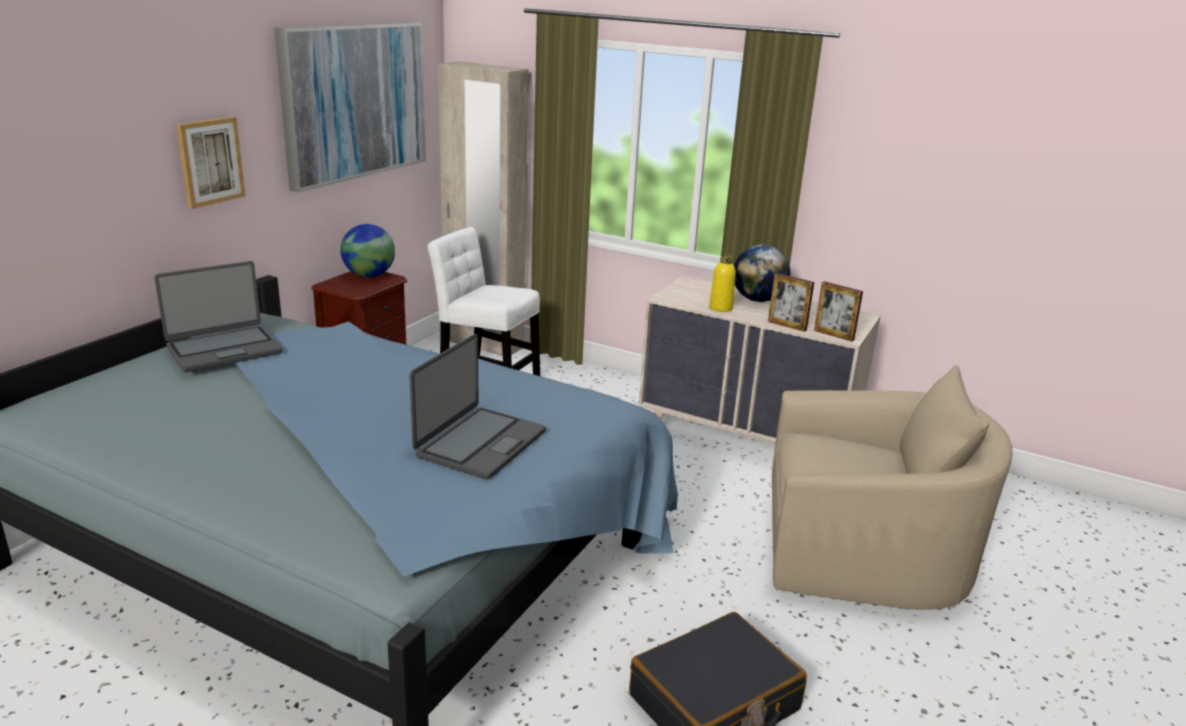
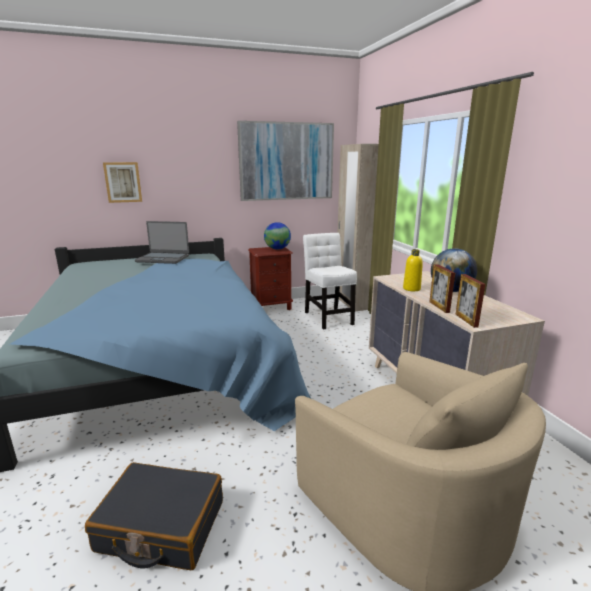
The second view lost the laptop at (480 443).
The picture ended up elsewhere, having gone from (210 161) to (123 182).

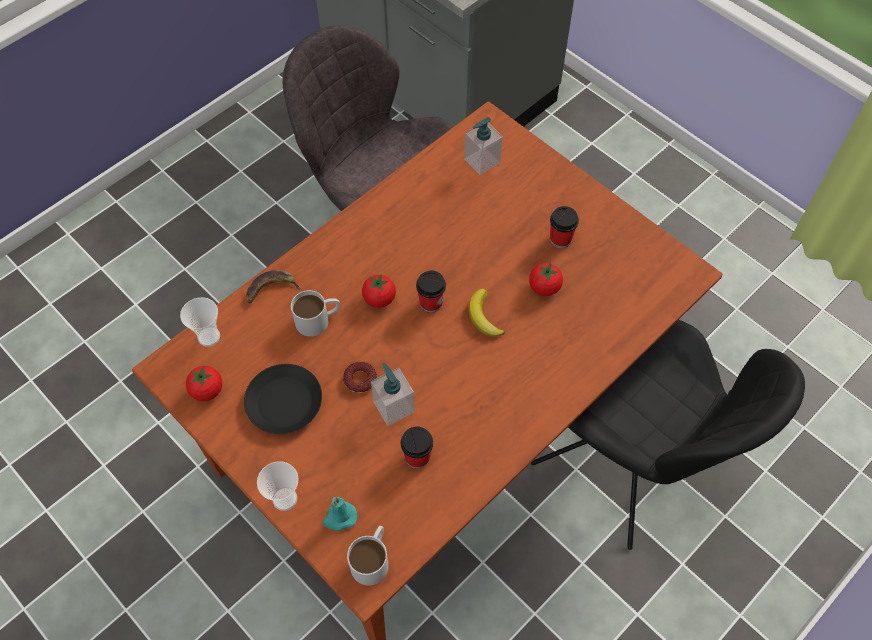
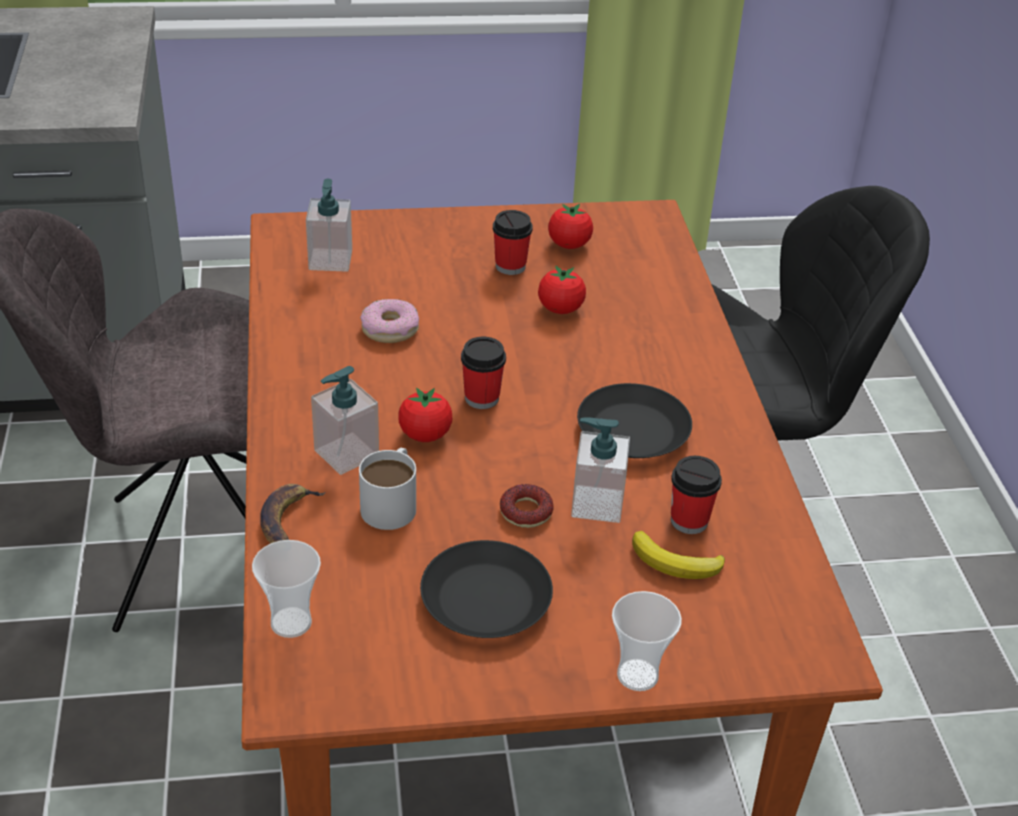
The second view lost the candle (turquoise) at (339 517).
The second view lost the mug (white) at (372 558).
The second view gained the soap dispenser at (346 453).
The second view gained the donut at (390 329).
The second view gained the plate (black) at (634 431).
The tomato ended up elsewhere, having gone from (207 390) to (569 245).
The banana ended up elsewhere, having gone from (483 316) to (676 563).

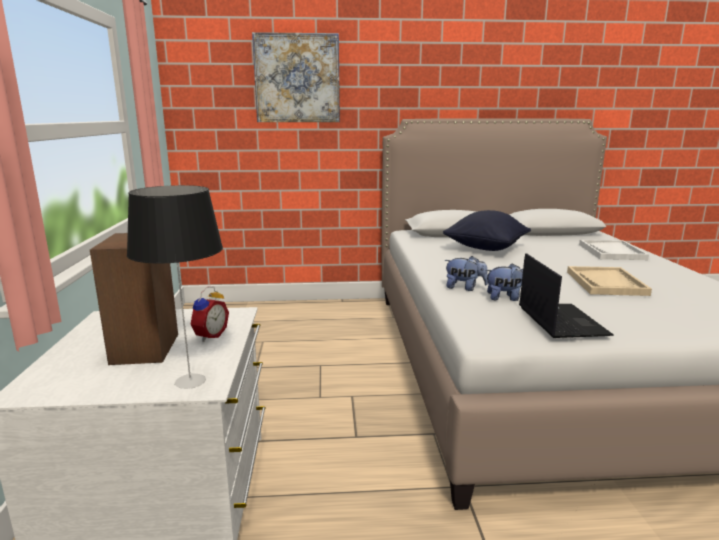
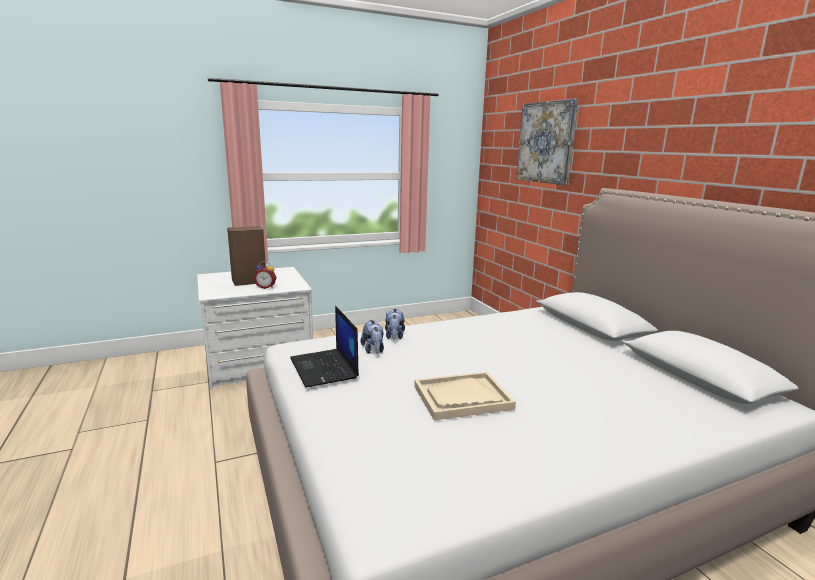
The second view lost the table lamp at (189 381).
The second view lost the pillow (black) at (485 249).
The second view lost the tray (white) at (611 252).
The laptop at (560 320) ended up facing another way, 90 degrees clockwise from before.

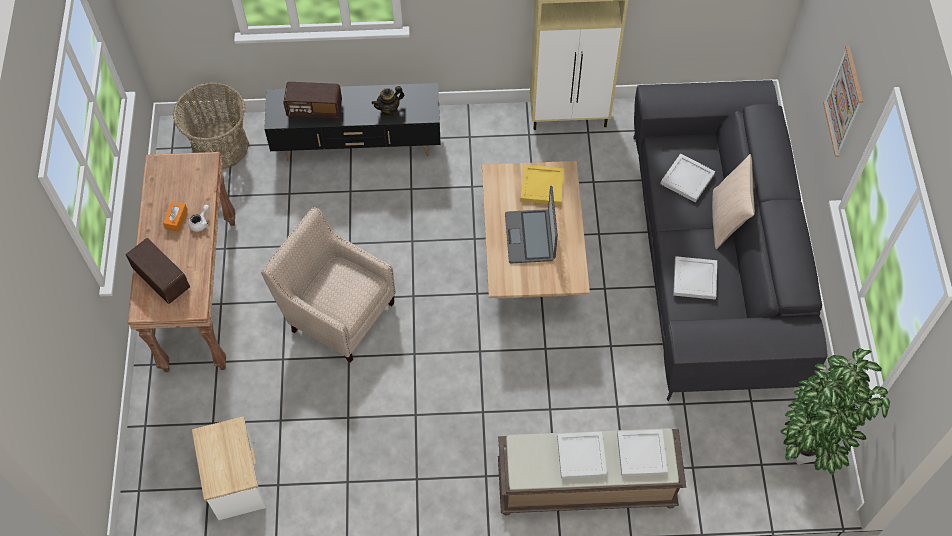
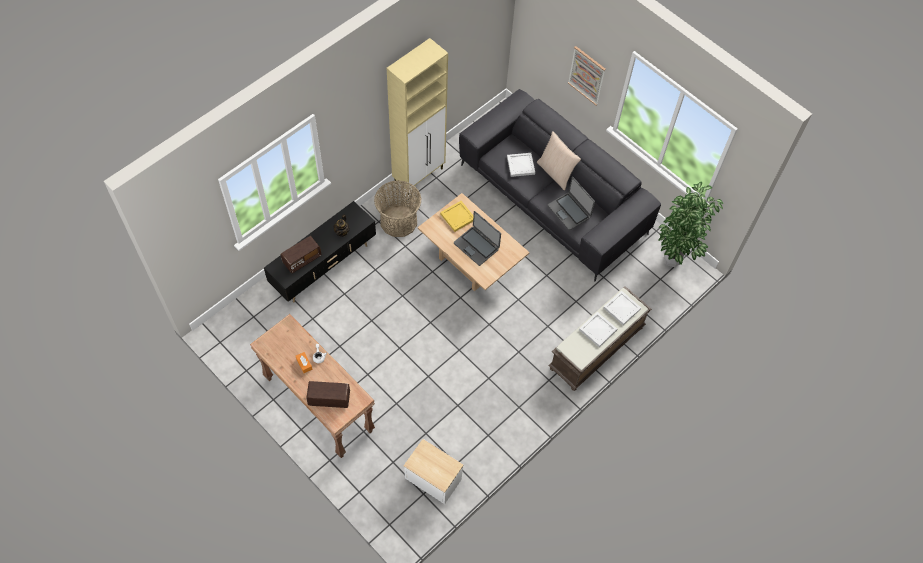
The second view lost the armchair (beige) at (338 311).
The basket ended up elsewhere, having gone from (220 146) to (398 221).
Where the tray (white) stood at (695 279), the laptop came to stand at (569 211).

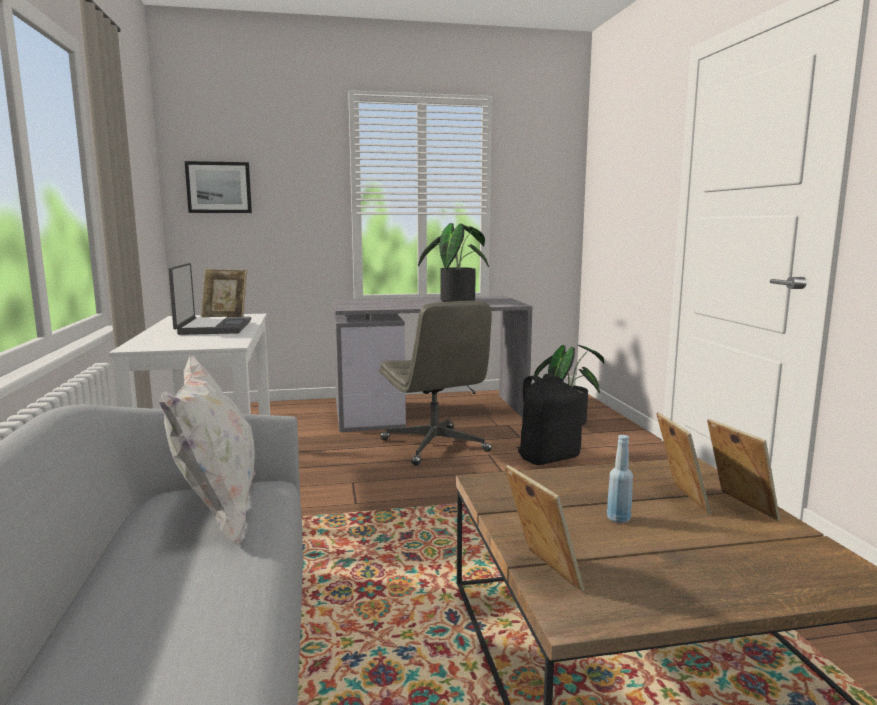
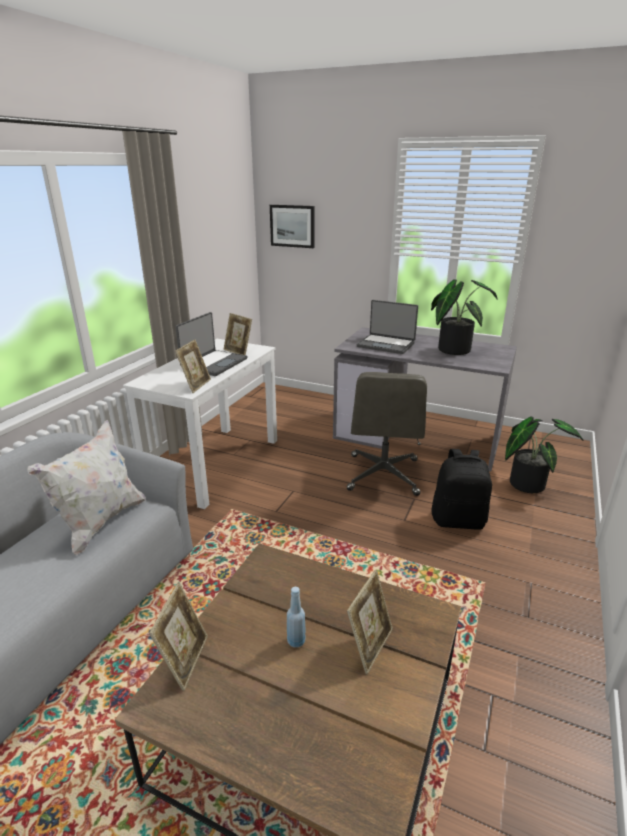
The second view gained the laptop at (386 345).
The picture frame ended up elsewhere, having gone from (738 507) to (196 385).

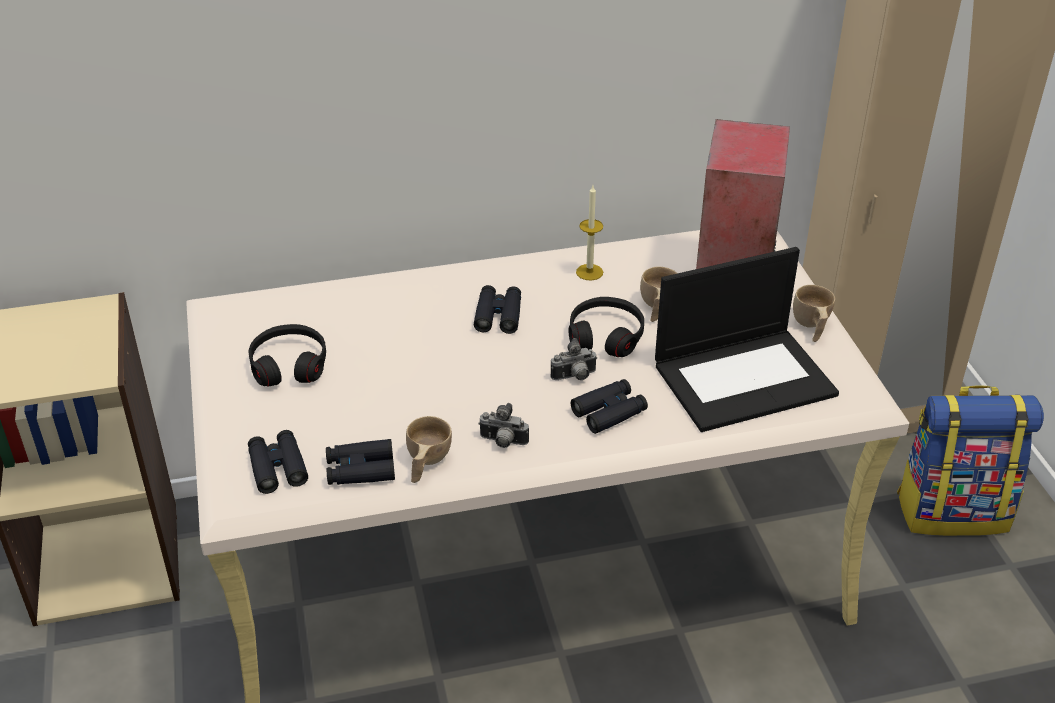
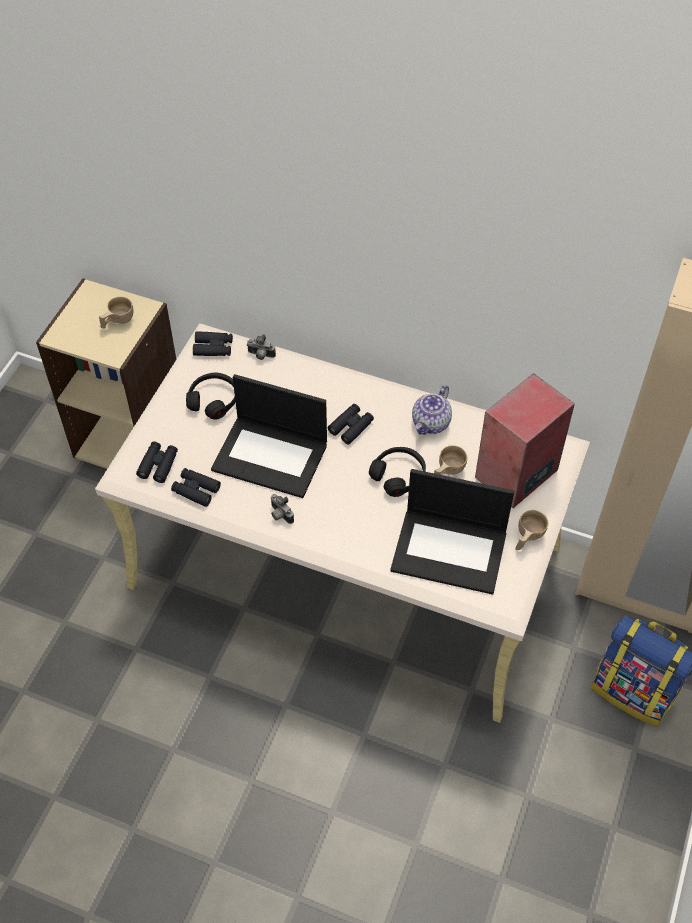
The second view gained the laptop at (271 456).
The cup (beige) ended up elsewhere, having gone from (425 463) to (117 321).
The photo camera ended up elsewhere, having gone from (574 377) to (260 356).
The binoculars (black) ended up elsewhere, having gone from (609 412) to (213 347).
Where the candle stood at (589 272), the teapot came to stand at (431 423).

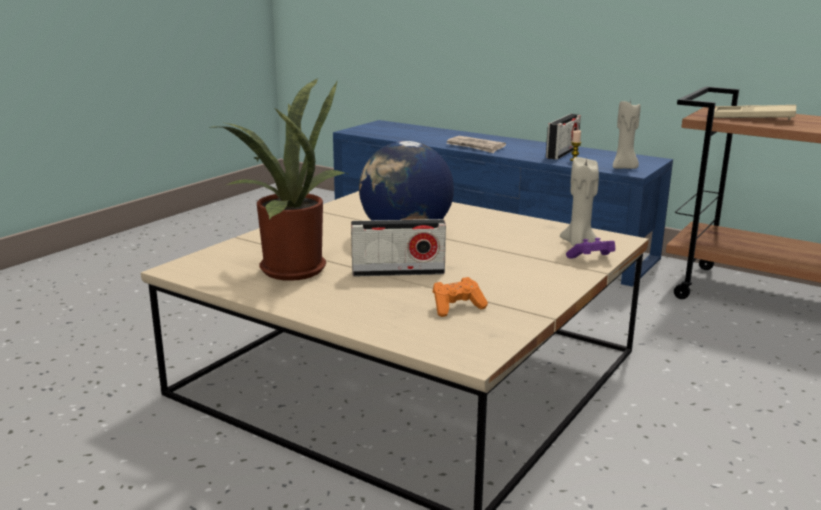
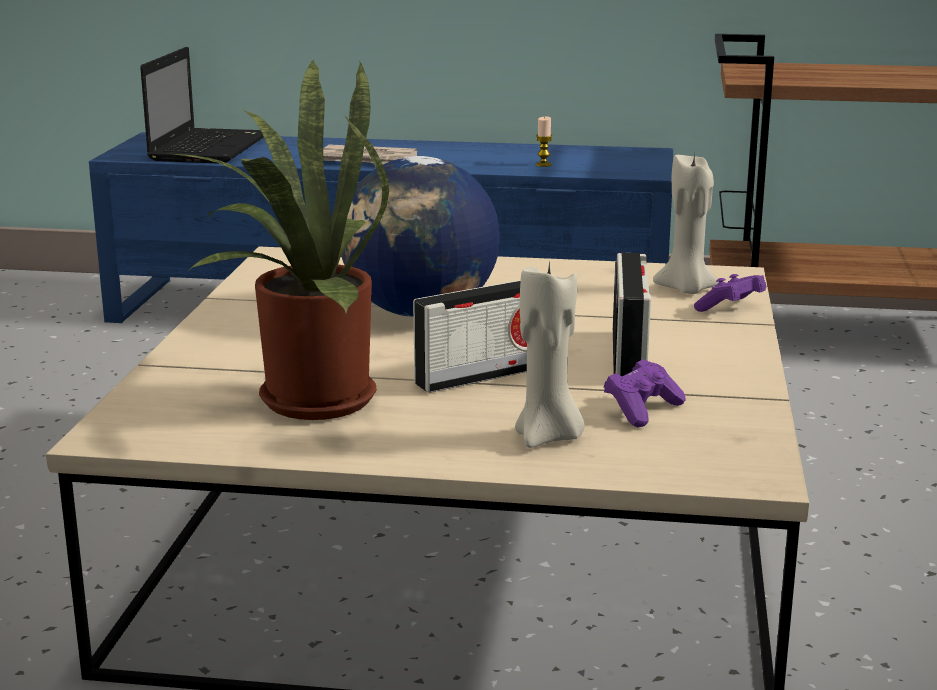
The second view lost the tray (beige) at (753 118).
The second view gained the laptop at (209 148).
The radio ended up elsewhere, having gone from (562 153) to (629 355).
The candle (beige) ended up elsewhere, having gone from (624 168) to (547 438).
What was the game controller (orange) at (457 307) turned into the game controller (purple) at (642 410).

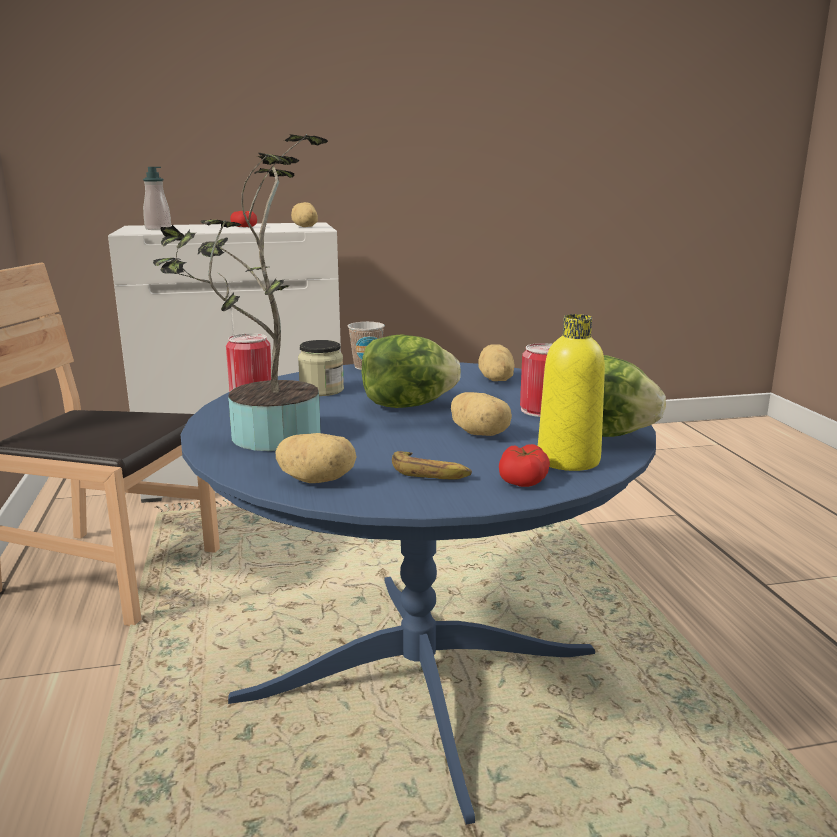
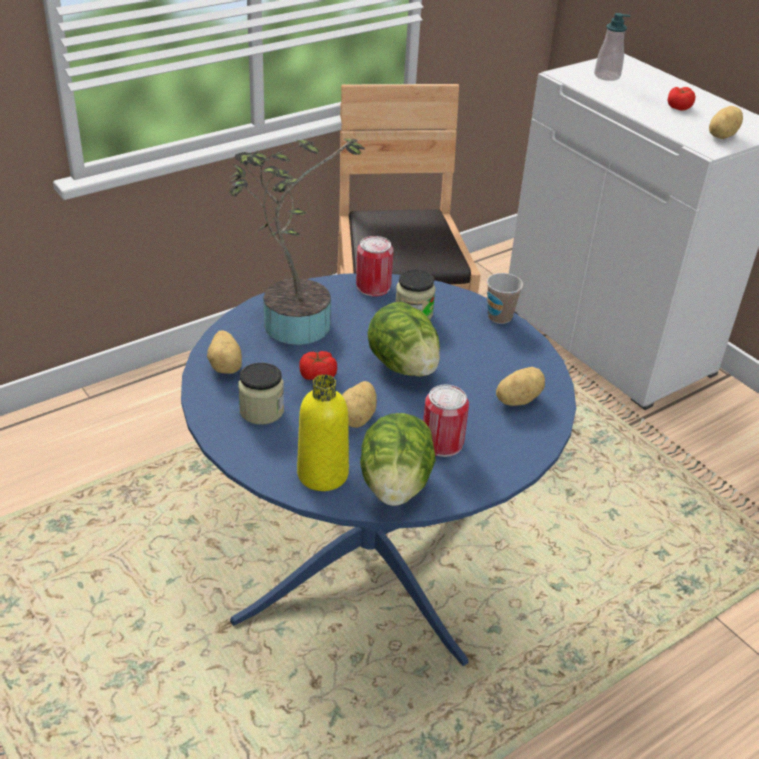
The tomato ended up elsewhere, having gone from (523 480) to (318 375).
Where the banana stood at (430 473), the jar came to stand at (261 411).

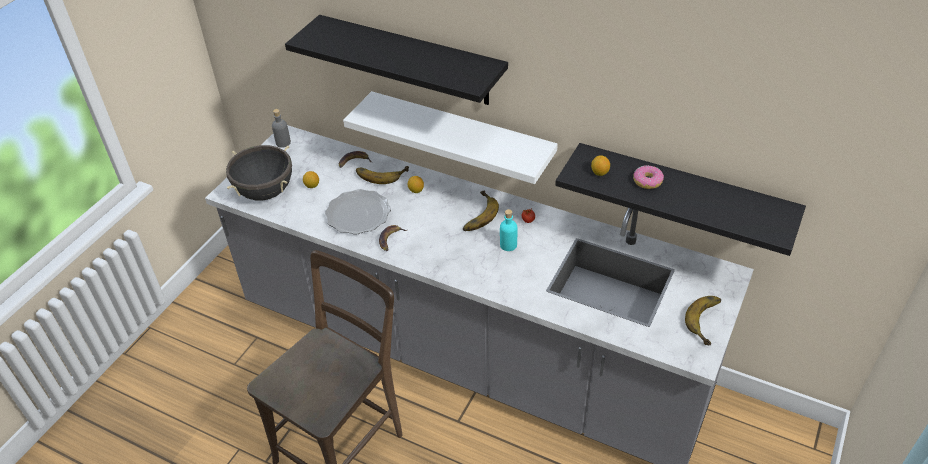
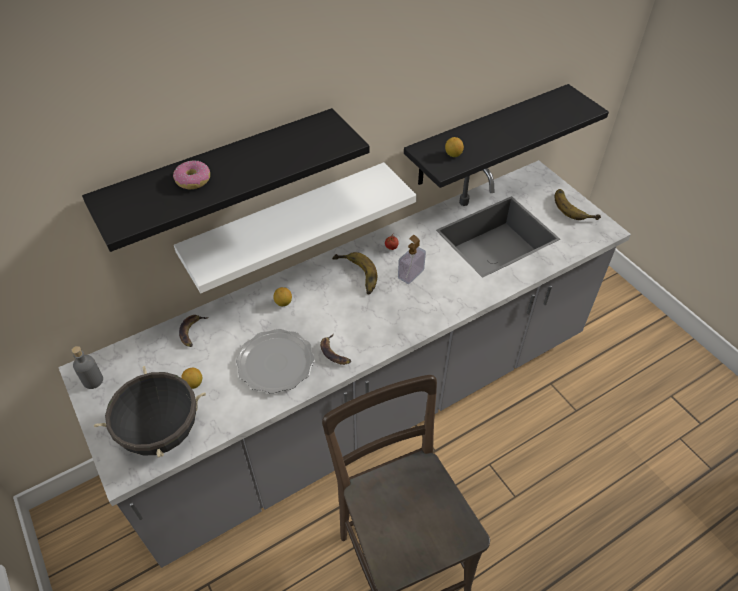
The second view lost the banana at (381 173).
The donut ended up elsewhere, having gone from (647 181) to (193 180).
Where the bottle (turquoise) stood at (508 245), the soap dispenser came to stand at (411 274).

